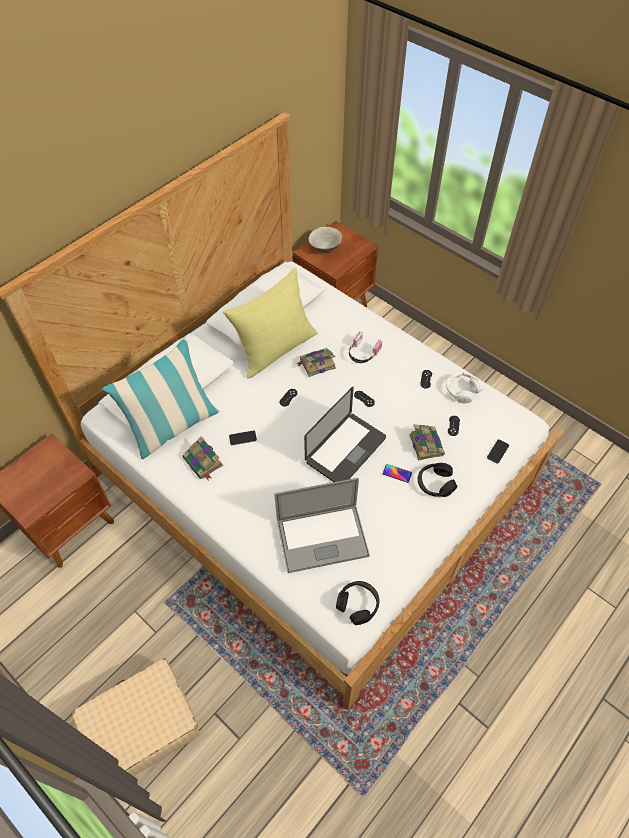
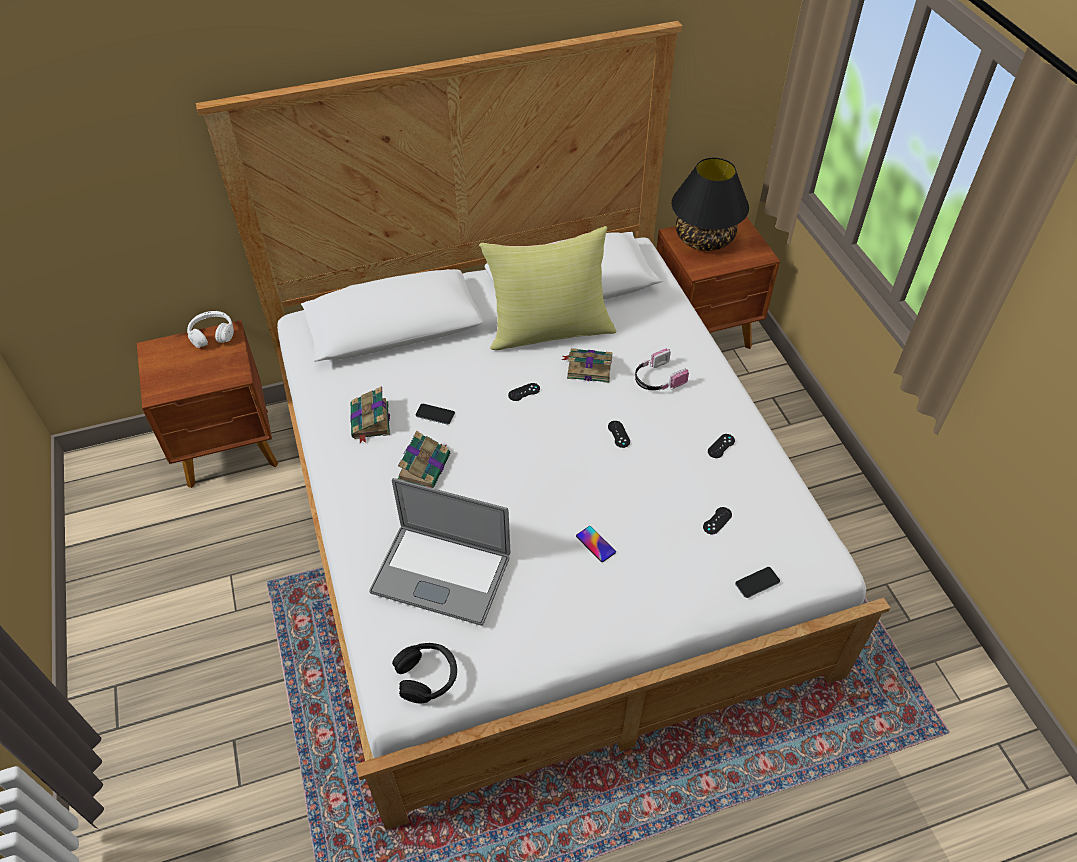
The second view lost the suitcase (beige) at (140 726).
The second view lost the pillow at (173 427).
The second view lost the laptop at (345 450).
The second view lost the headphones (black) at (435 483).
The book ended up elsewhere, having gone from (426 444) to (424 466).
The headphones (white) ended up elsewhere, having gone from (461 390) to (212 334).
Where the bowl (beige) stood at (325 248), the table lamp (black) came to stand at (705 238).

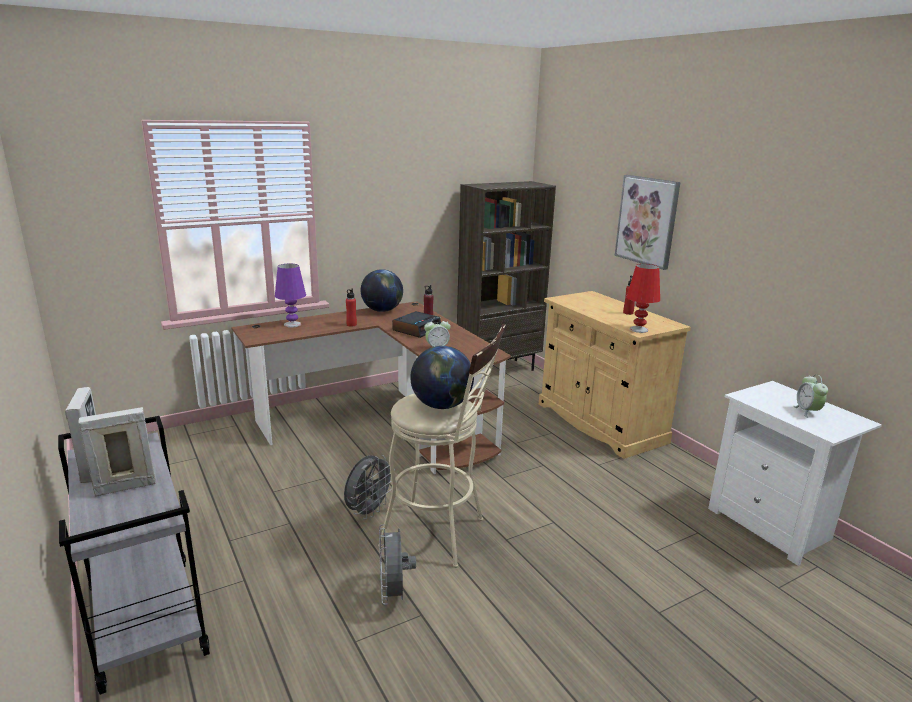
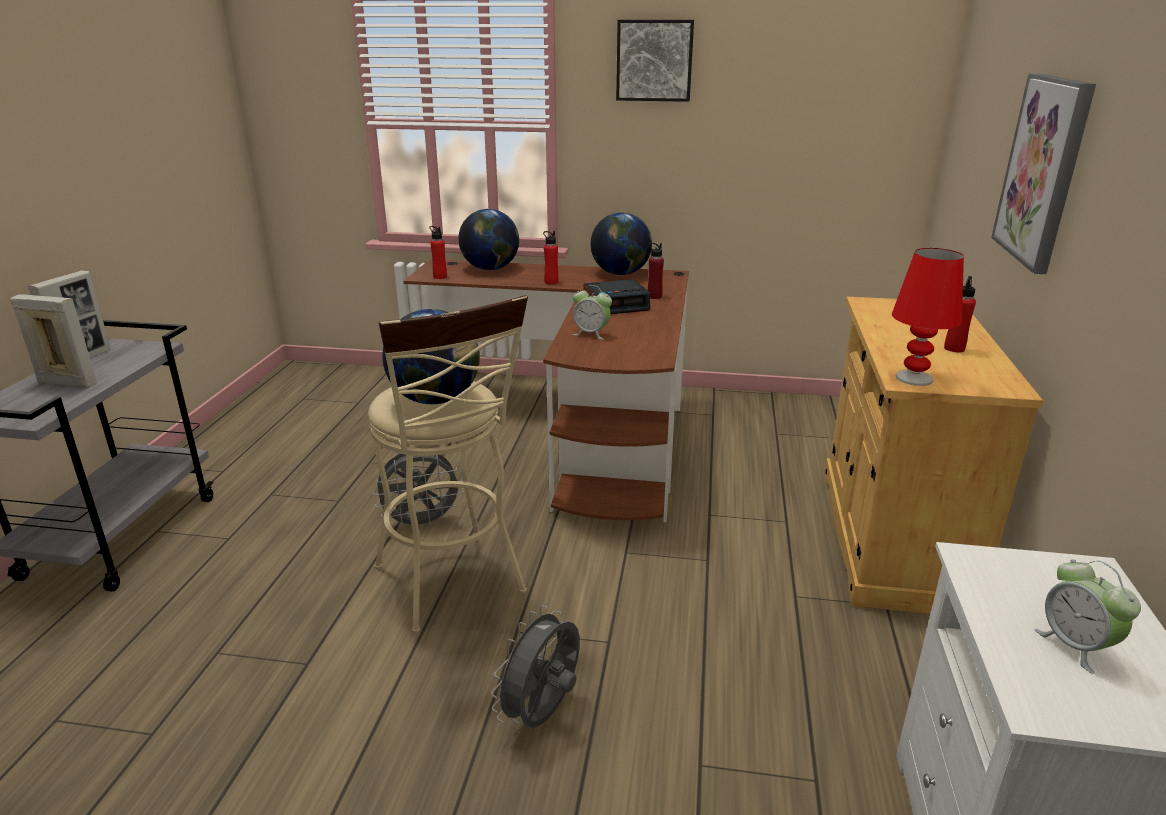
The second view lost the bookcase (brown) at (498 370).
The second view gained the bottle (red) at (440 277).
The second view gained the picture at (654 60).
The fan (grey) ended up elsewhere, having gone from (393 595) to (543 714).
Where the table lamp (purple) stood at (292 324), the globe came to stand at (490 268).
The alarm clock at (807 411) ended up facing another way, 60 degrees counterclockwise from before.

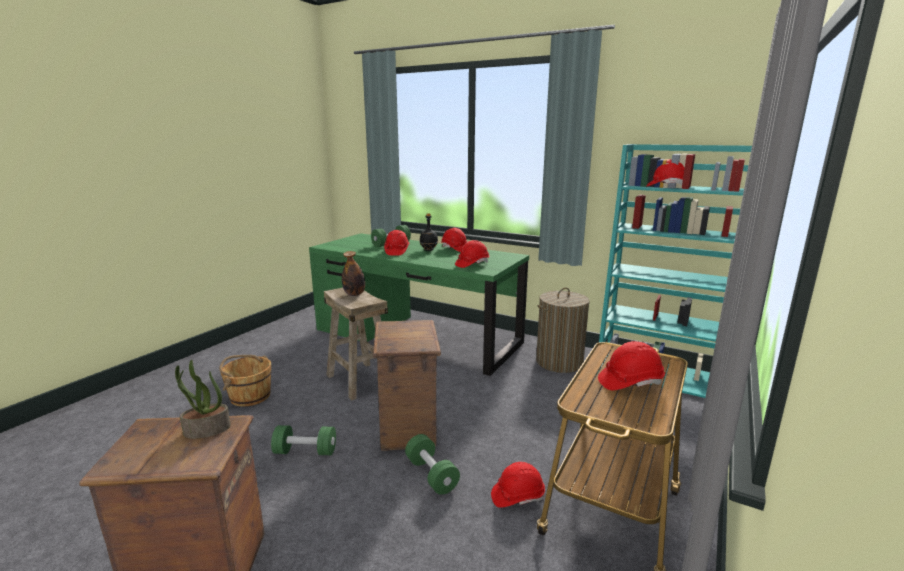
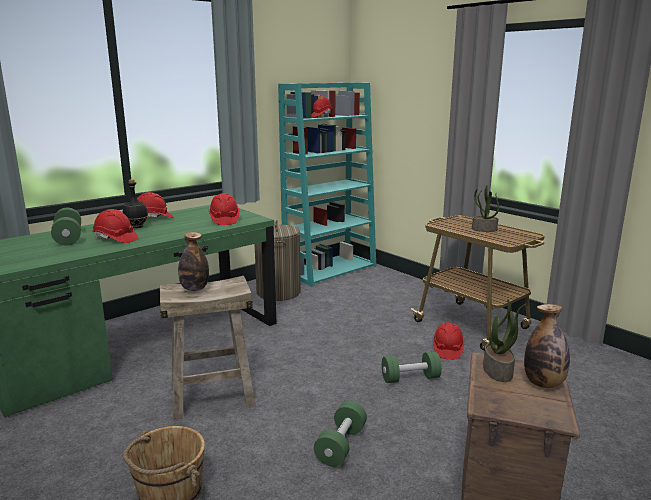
The second view lost the crate at (408 426).
The second view gained the bottle at (543 383).
Where the hard hat (red) stood at (630 382), the potted plant came to stand at (484 229).

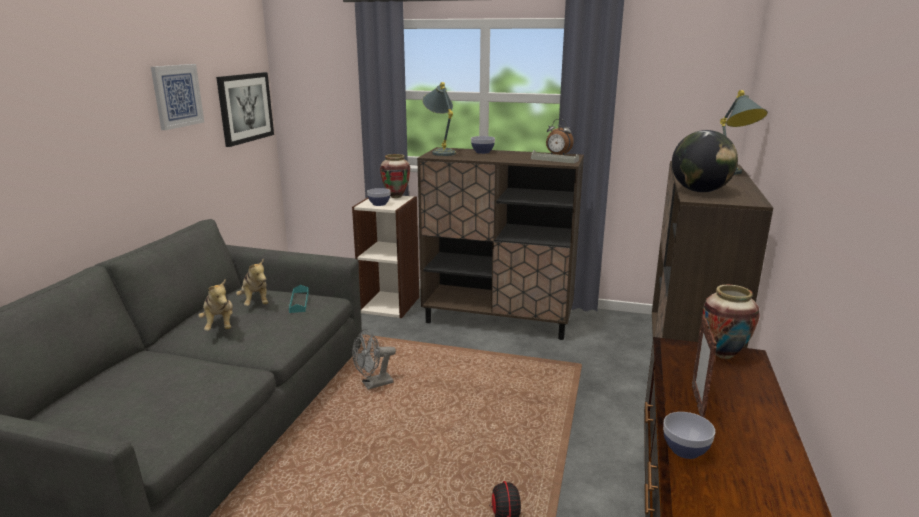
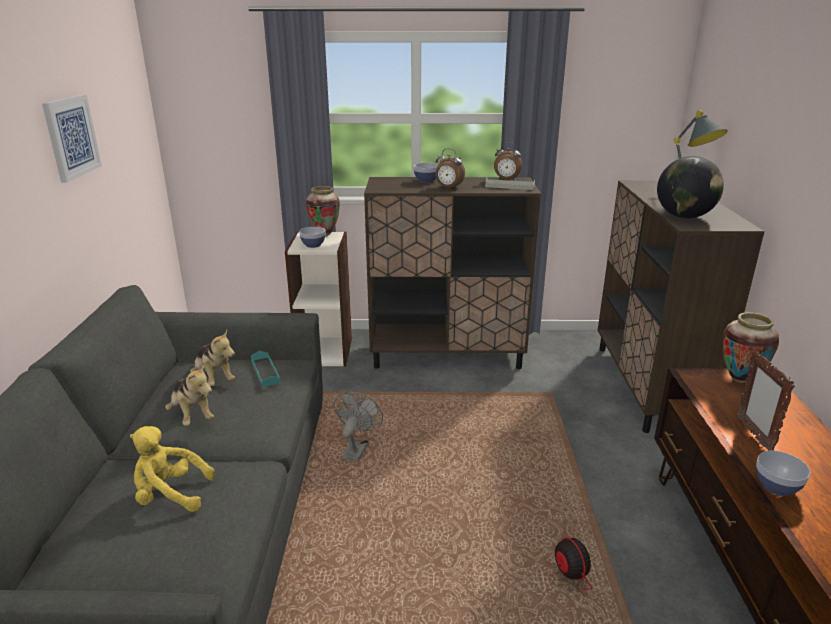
The second view lost the picture at (245 108).
The second view lost the table lamp (grey) at (441 152).
The second view gained the plush toy (yellow) at (170 495).
The second view gained the alarm clock at (448 188).
The fan (grey) at (373 384) ended up facing another way, 150 degrees clockwise from before.

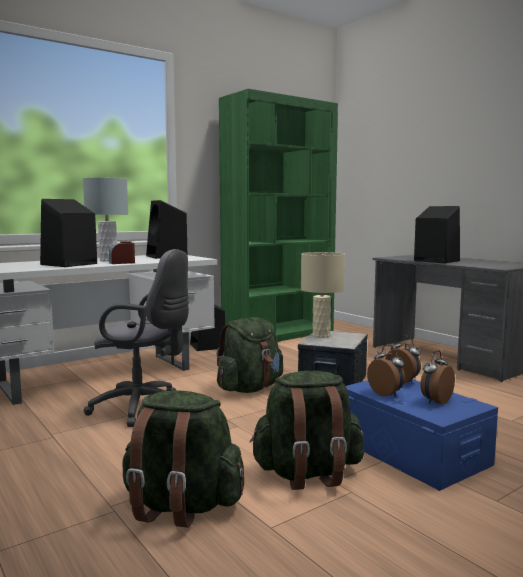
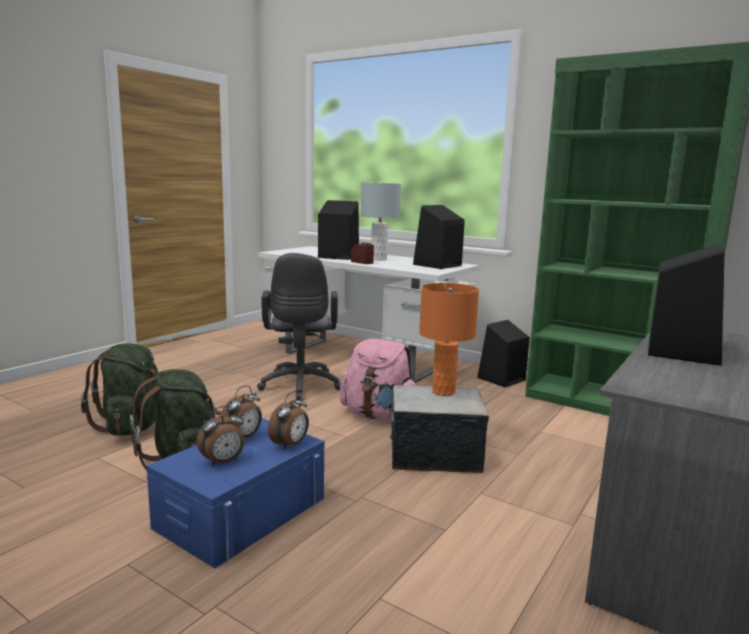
What was the backpack (green) at (250 388) turned into the backpack (pink) at (379 416).
What was the table lamp (beige) at (321 335) turned into the table lamp (orange) at (443 392).
The alarm clock at (435 401) ended up facing another way, 120 degrees clockwise from before.

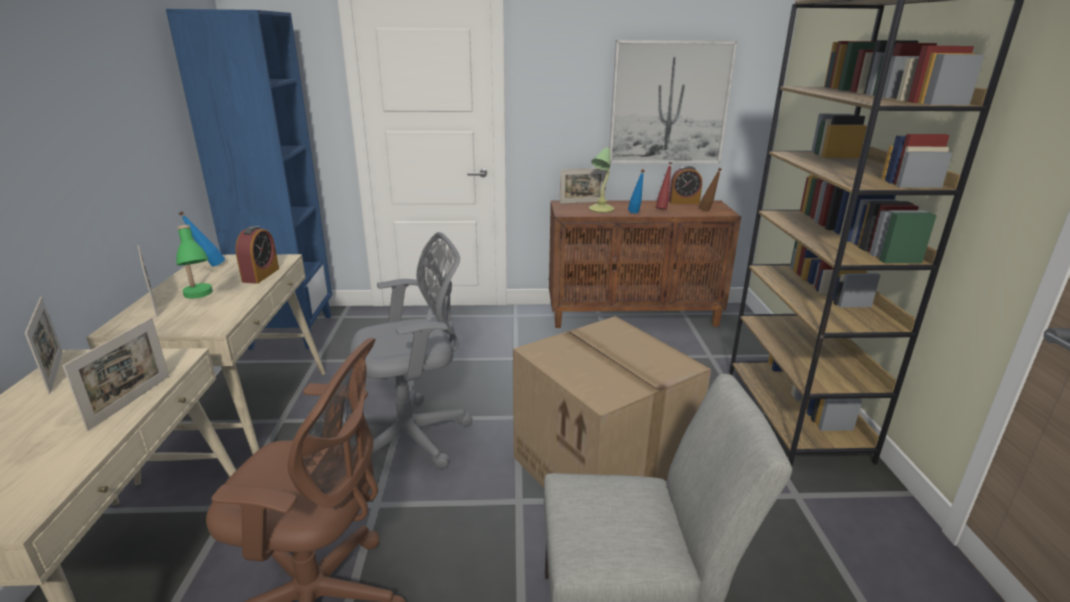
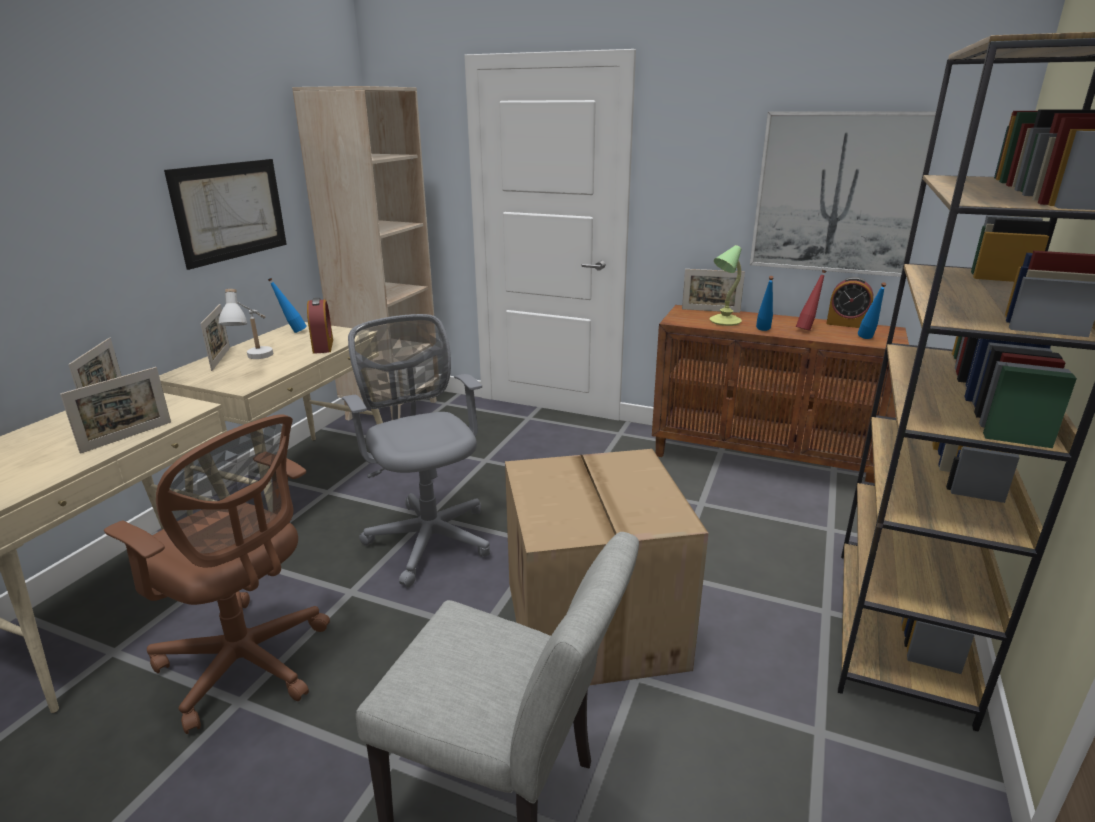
The second view gained the picture at (231 211).
What was the bookcase (blue) at (291 331) turned into the bookcase (beige) at (392 409).
What was the table lamp (green) at (200 300) turned into the table lamp (white) at (256 361).
What was the bottle (brown) at (707 211) turned into the bottle (blue) at (867 339).
The alarm clock at (261 275) ended up facing another way, 45 degrees counterclockwise from before.
The office chair (grey) at (413 436) ended up facing another way, 120 degrees counterclockwise from before.

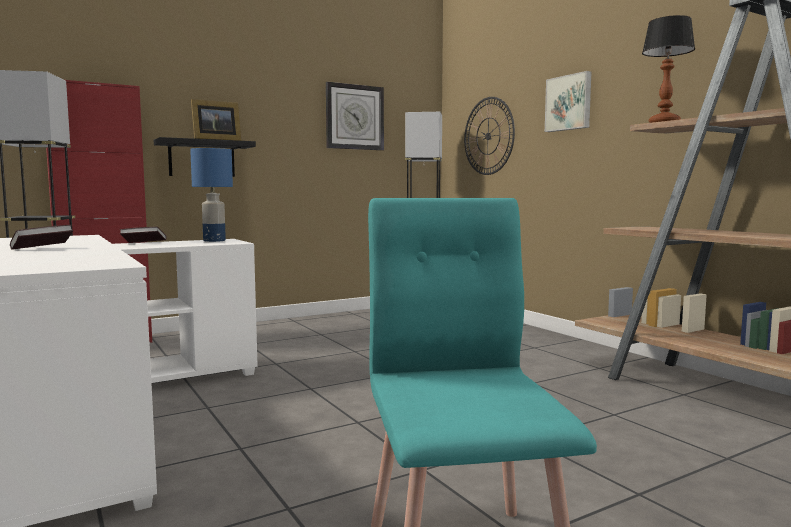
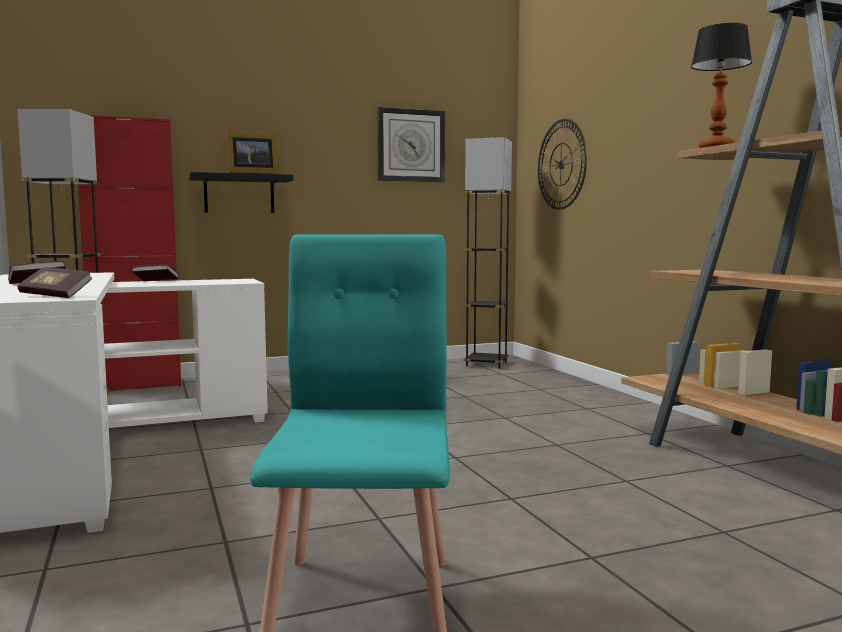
The second view lost the table lamp (blue) at (215 241).
The second view lost the picture at (569 103).
The second view gained the book at (56 296).

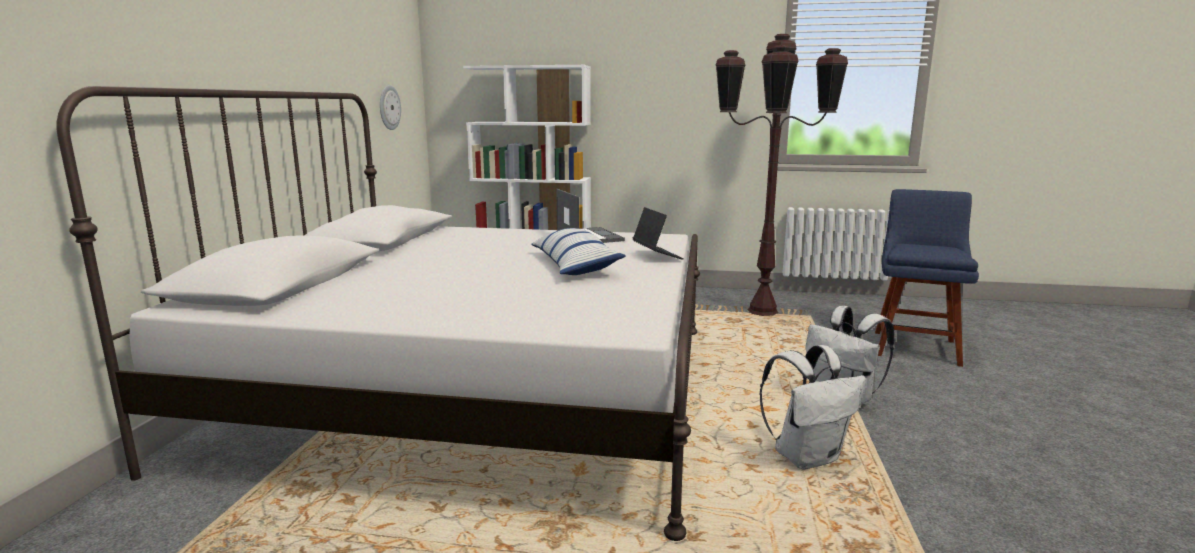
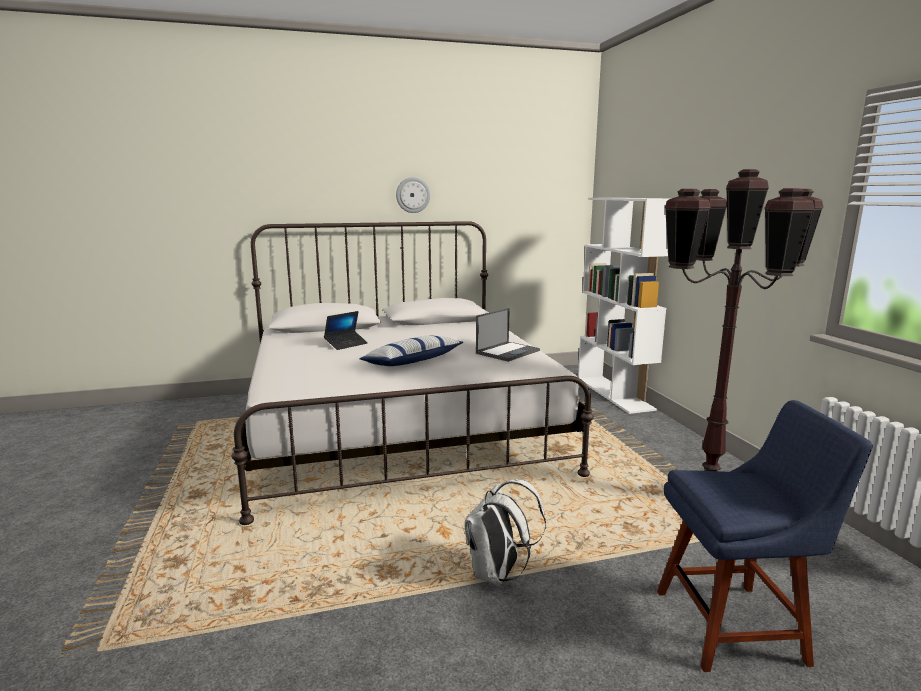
The second view lost the backpack (white) at (807 456).
The wall clock ended up elsewhere, having gone from (389 107) to (413 195).
The laptop ended up elsewhere, having gone from (657 255) to (346 344).

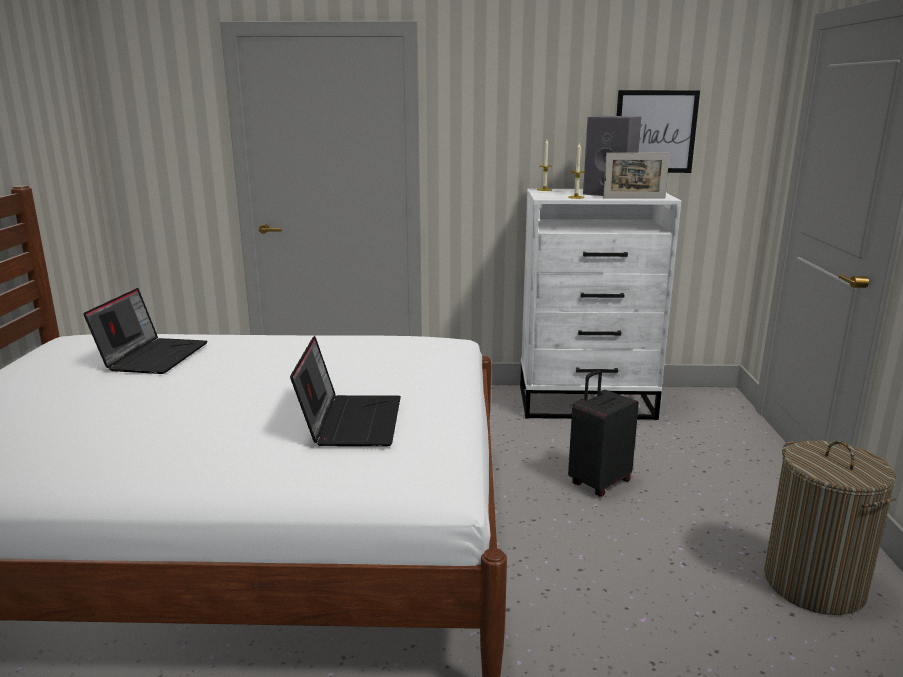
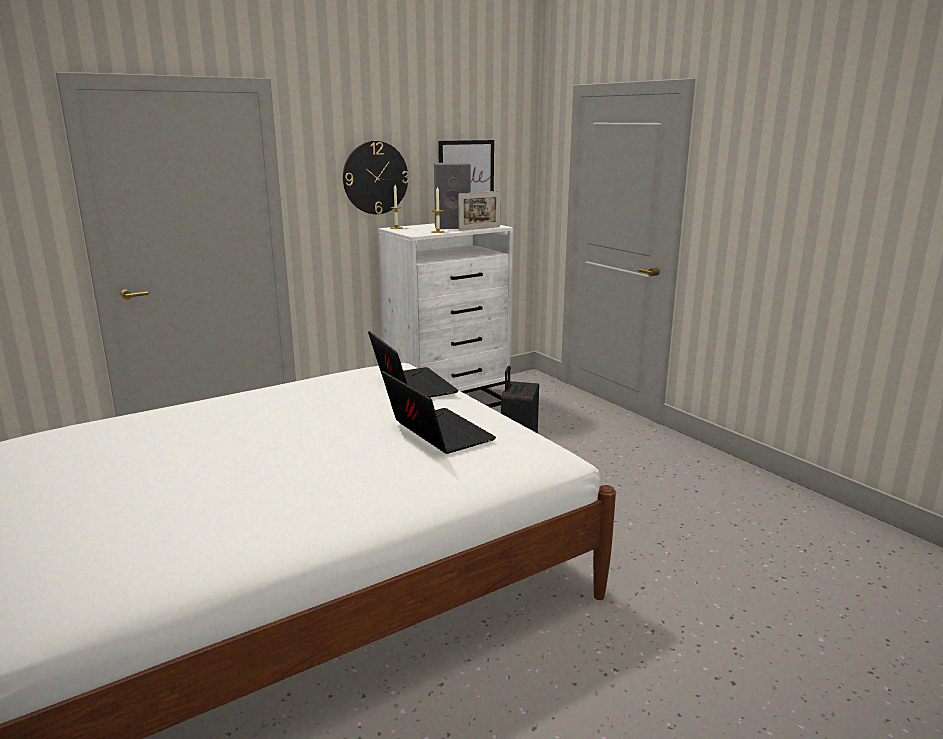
The second view lost the laundry basket at (813 584).
The second view gained the wall clock at (375 178).
The laptop ended up elsewhere, having gone from (153 356) to (411 385).

